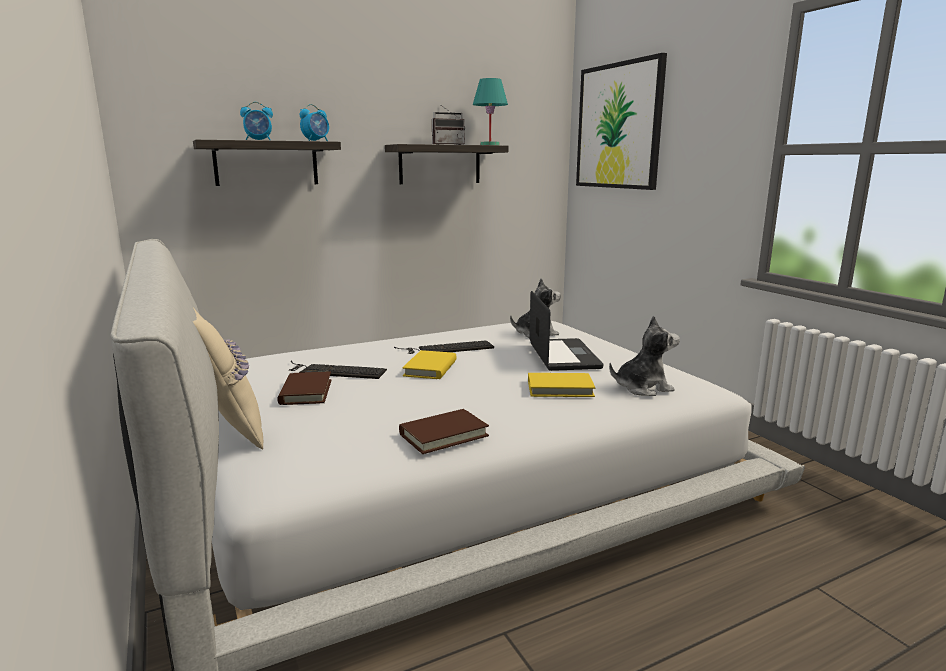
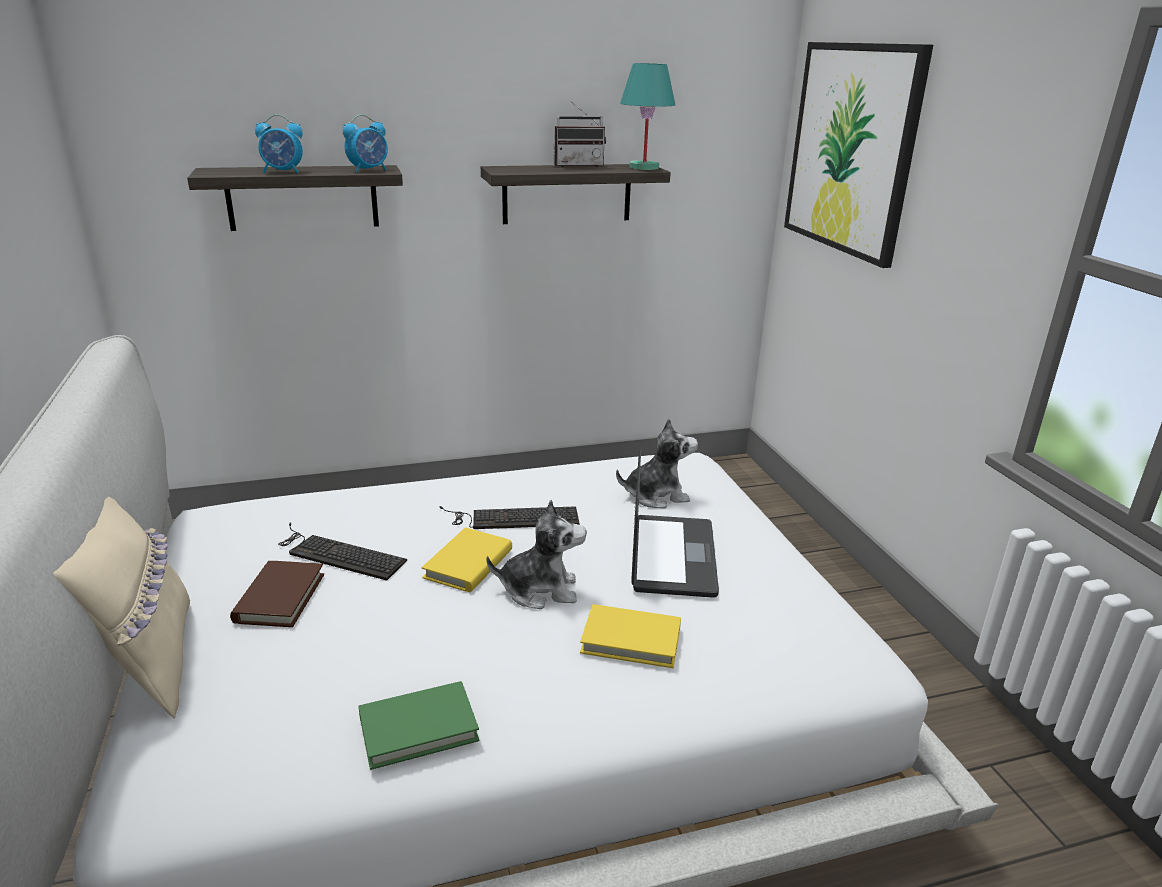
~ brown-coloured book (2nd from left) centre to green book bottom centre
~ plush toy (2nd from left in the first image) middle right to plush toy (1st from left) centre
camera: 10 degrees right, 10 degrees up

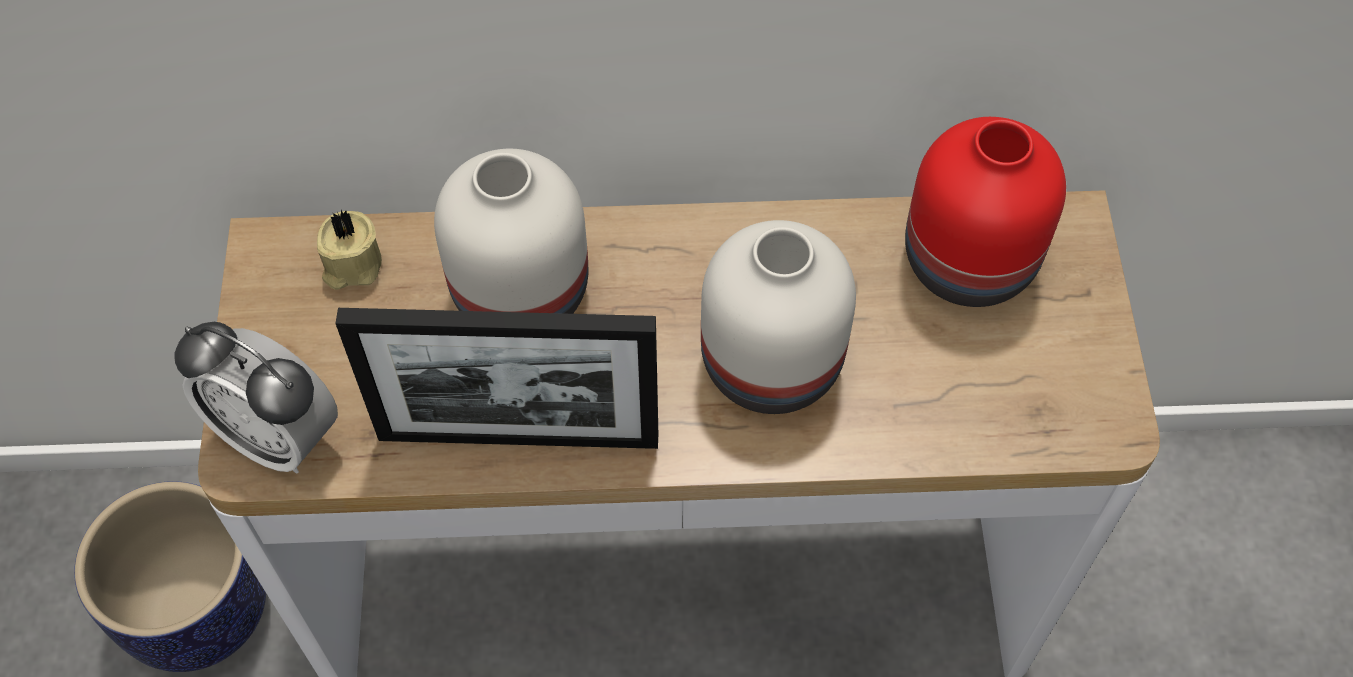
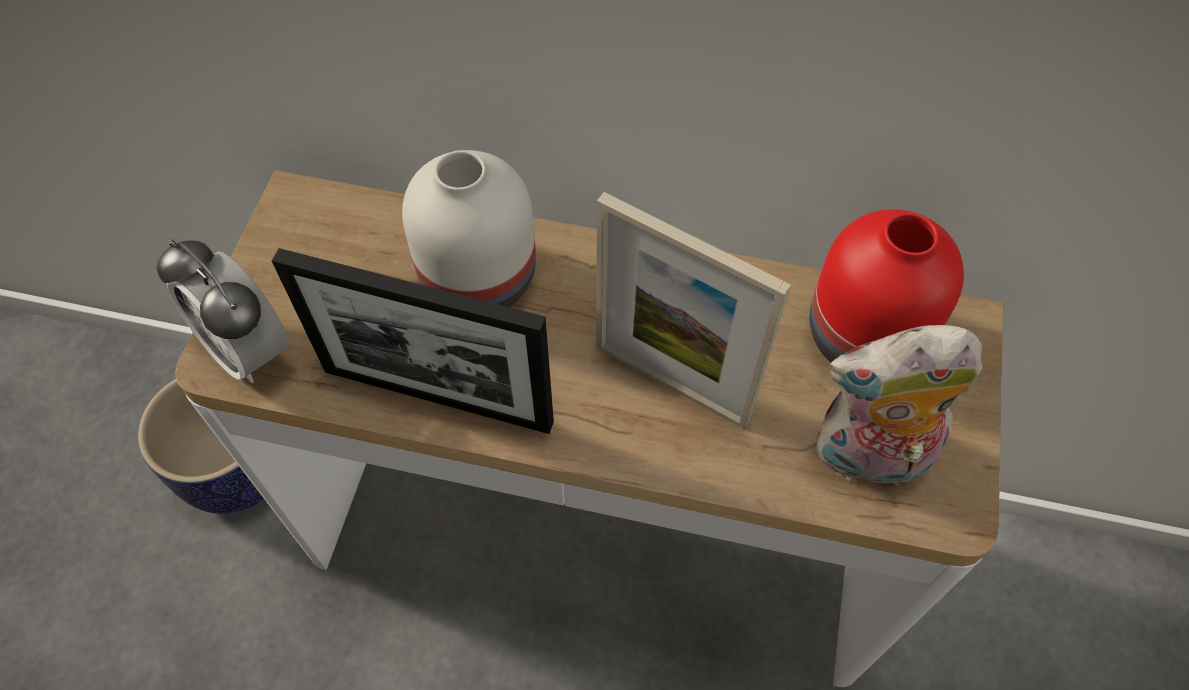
~ whitish decorative vase (2nd from left) centre to standing frame (2nd from left) centre
+ plush toy middle right
- beige wax light middle left
camera: 15 degrees right, 0 degrees up

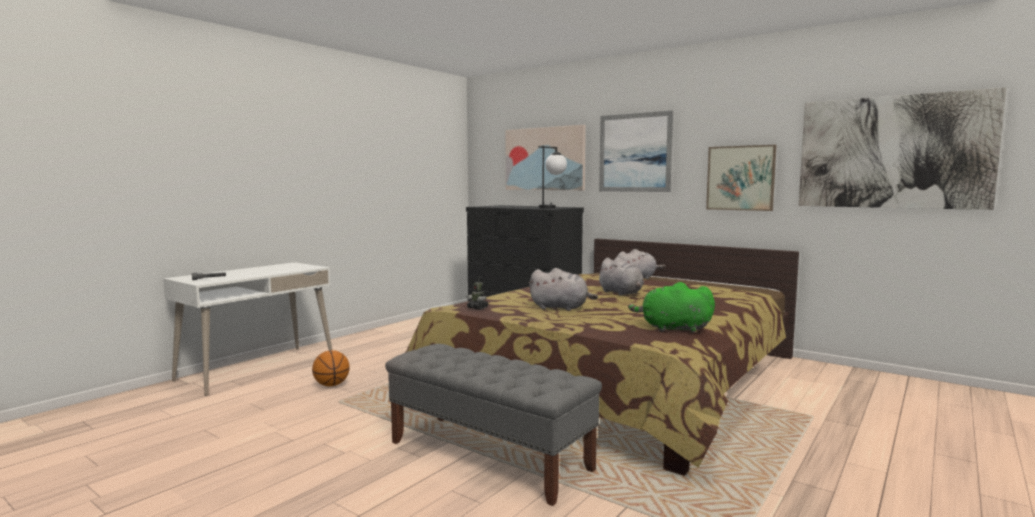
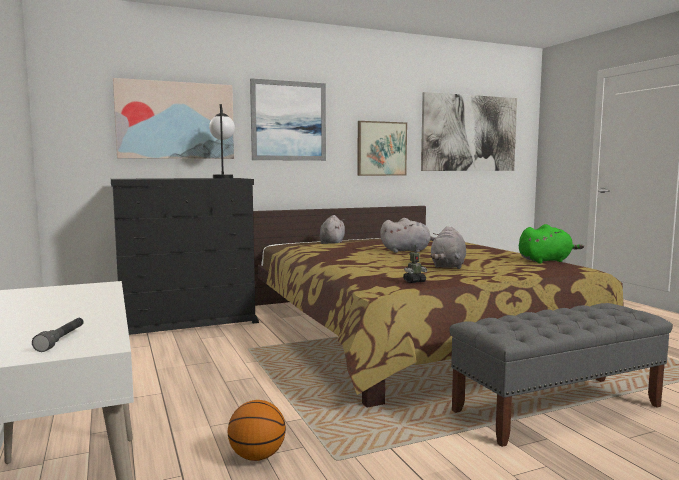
~ greyish plush toy (1st from left in the first image) centre = centre 150 degrees clockwise
~ green plush toy centre = middle right 150 degrees counterclockwise
camera: 60 degrees left, 0 degrees up

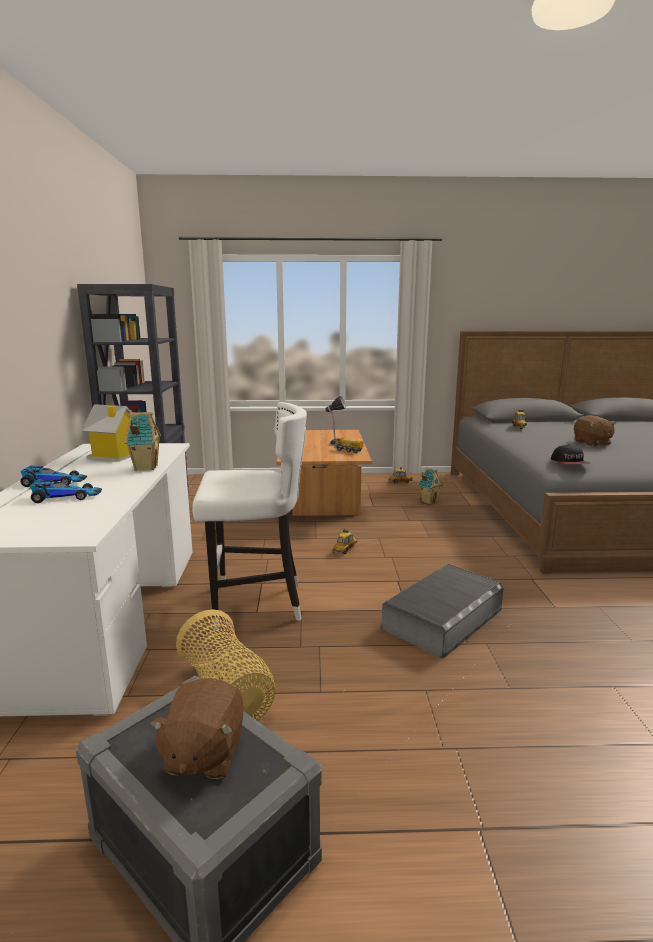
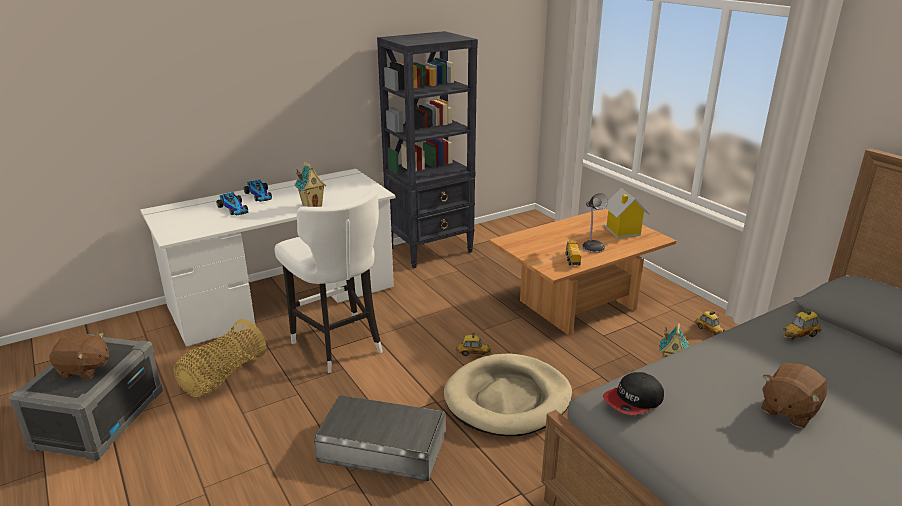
~ brown-coloured plush toy (1st from left) bottom left = bottom left 150 degrees counterclockwise
+ beige dog cushion bottom centre
~ model house (1st from left in the first image) middle left to model house (2nd from left) middle right
camera: 60 degrees right, 10 degrees up

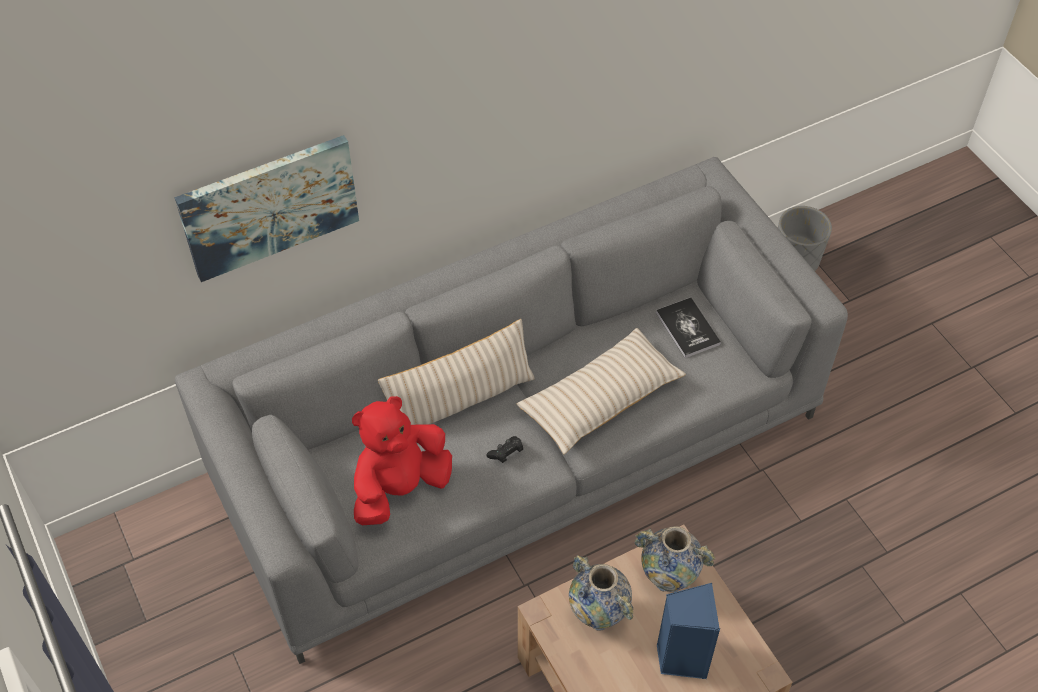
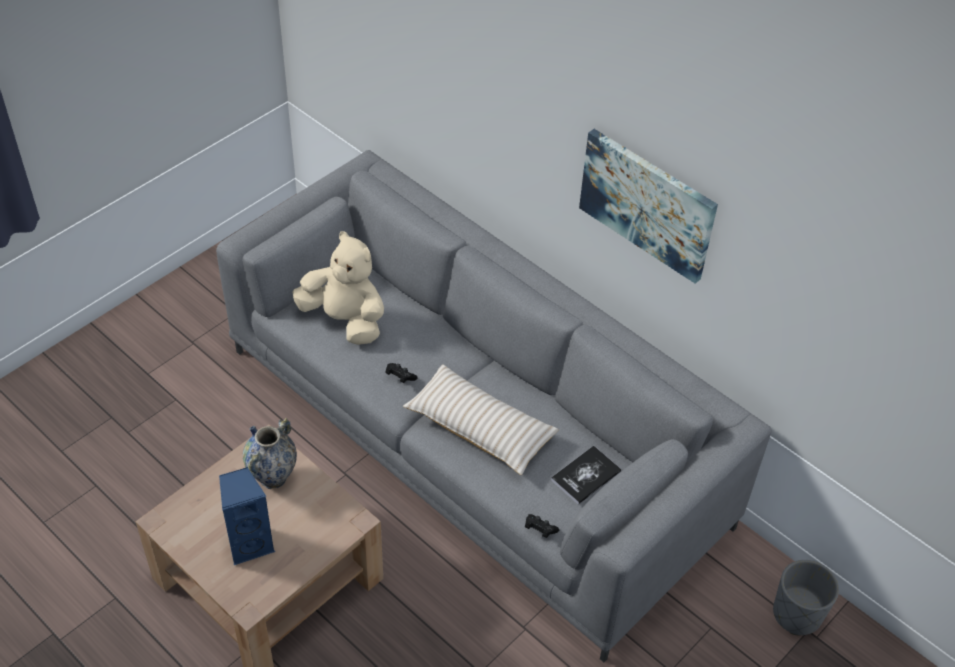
~ red-coloured plush toy centre to beige plush toy centre
+ black joypad (2nd from left) bottom centre
~ picture top left to top right
- beige throw pillow (1st from left) centre
- decorative vase (2nd from left) bottom centre
camera: 70 degrees right, 5 degrees down

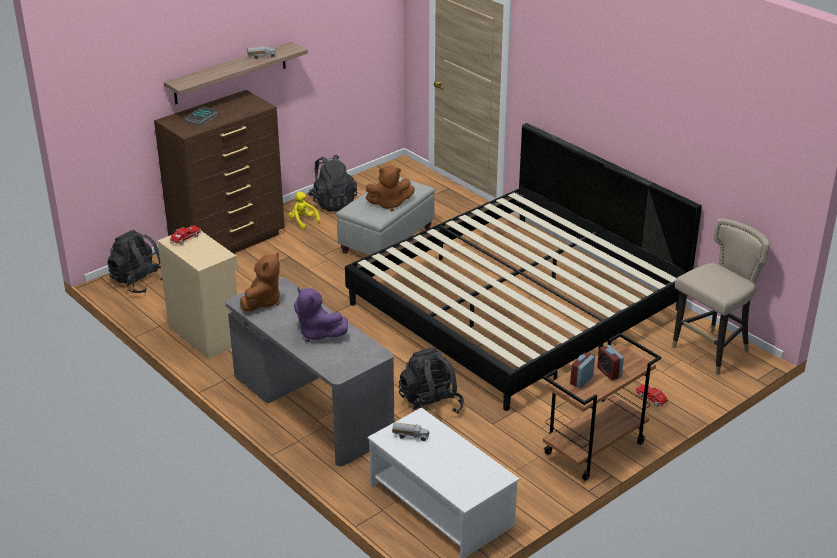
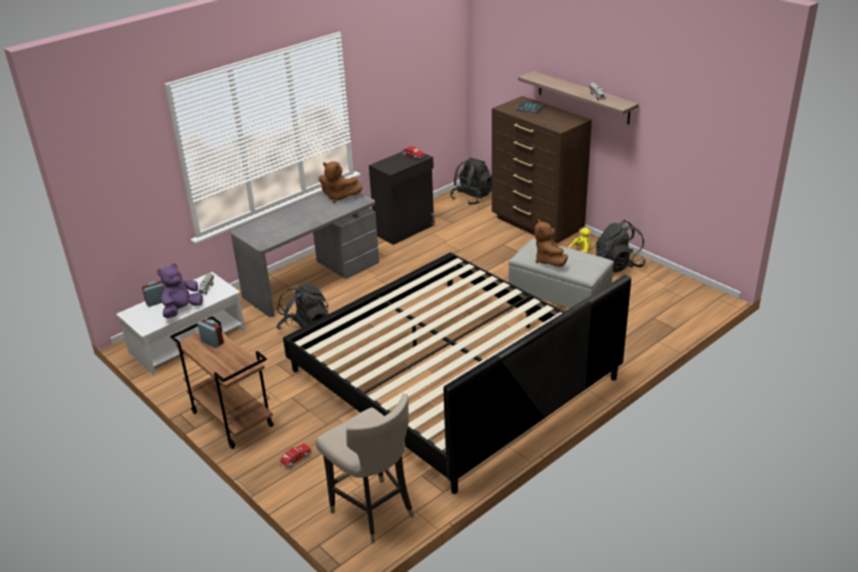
~ table clock (2nd from left in the first image) middle right to table clock (1st from left) middle left
~ purple plush toy centre to middle left
~ beige storage cabinet middle left to black storage cabinet centre
camera: 90 degrees right, 0 degrees up

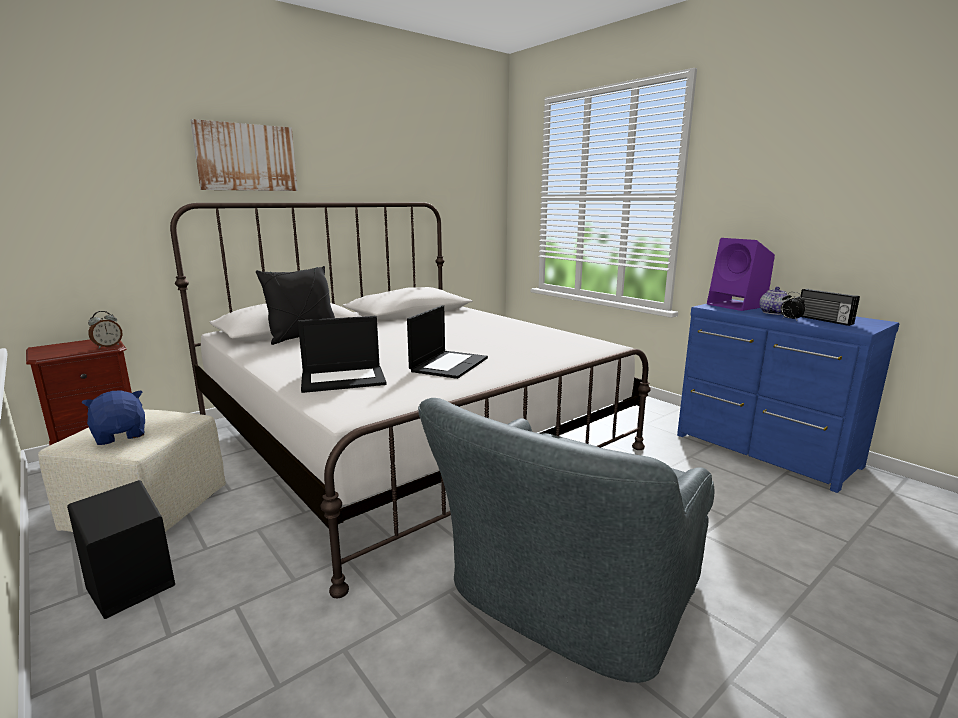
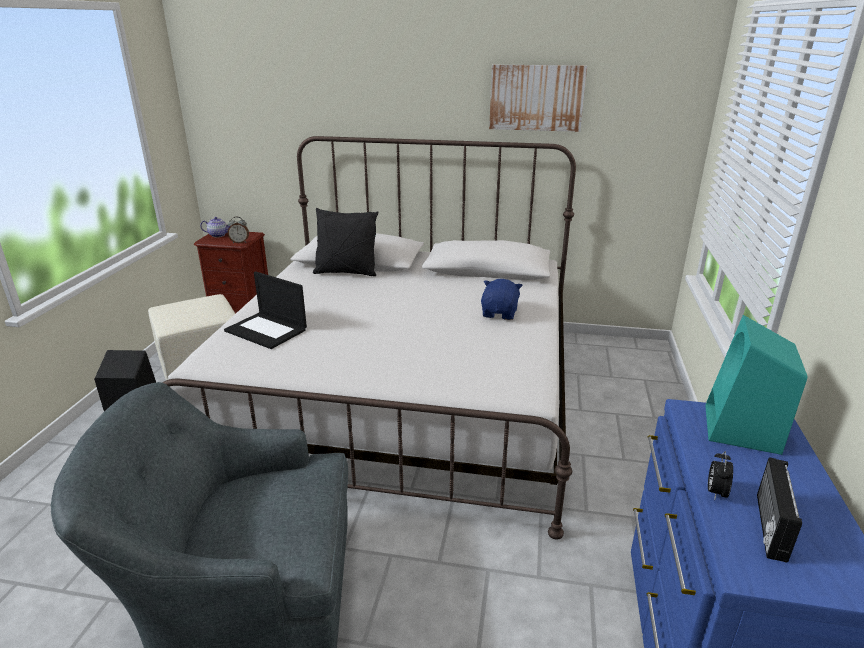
~ tea pot middle right to middle left
~ blue plush toy middle left to centre
~ picture top left to top centre
~ purple audio speaker middle right to turquoise audio speaker middle right
- notebook computer (2nd from left) centre
camera: 50 degrees right, 10 degrees up

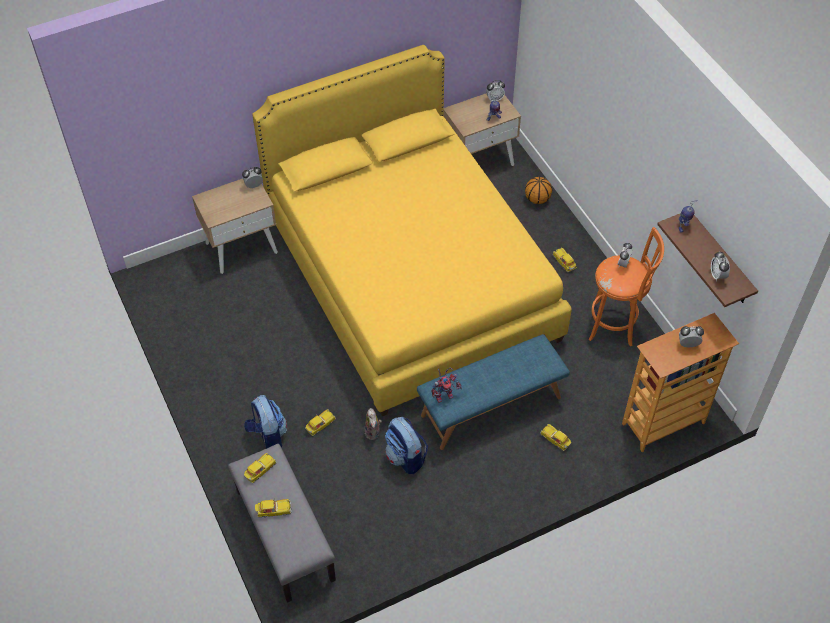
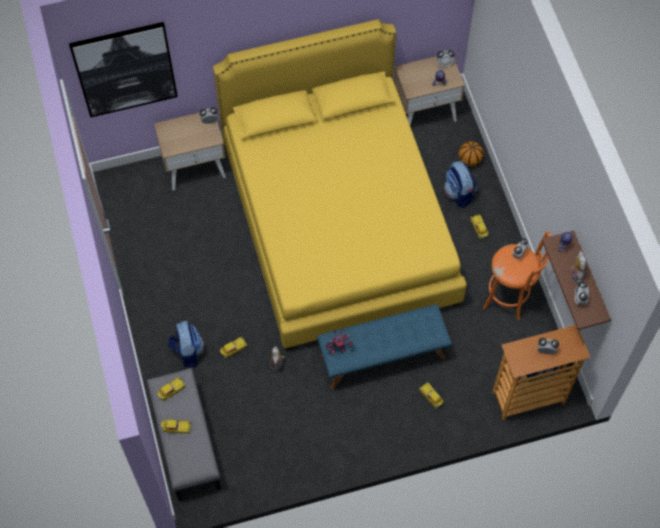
+ picture top left
~ backpack (2nd from left) bottom centre to middle right
+ plush toy (2nd from left) middle right
camera: 10 degrees right, 10 degrees up

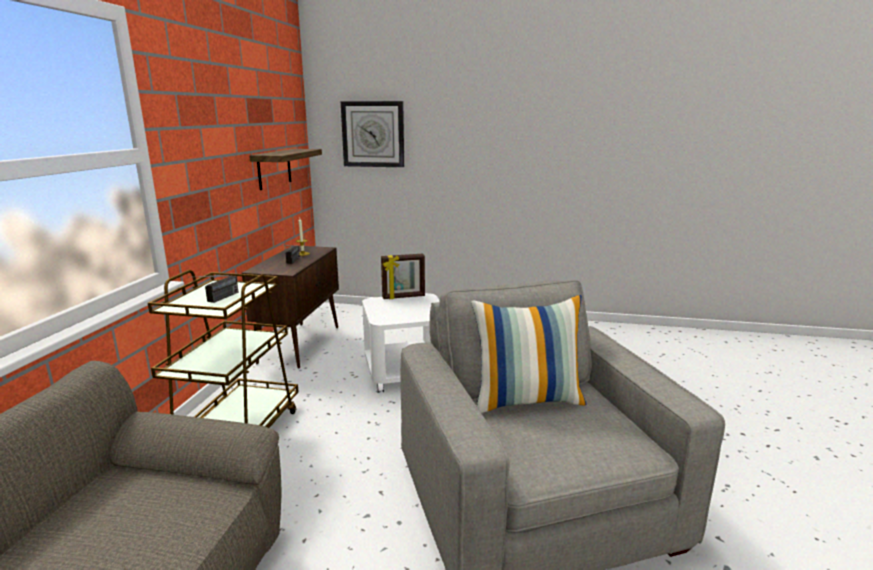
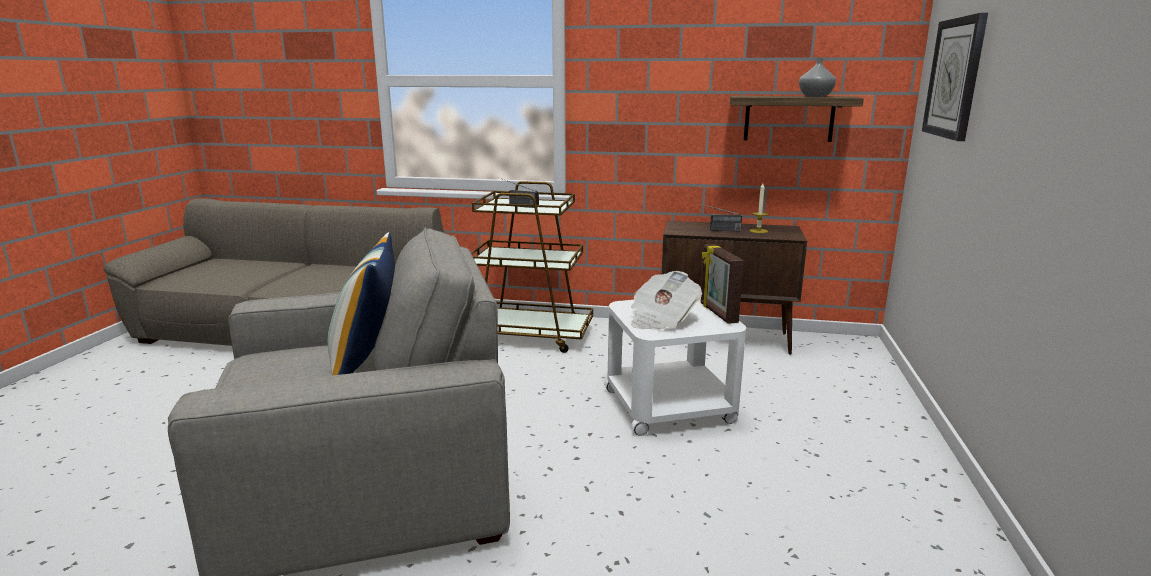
+ daily paper centre
+ greyish decorative vase top right
camera: 90 degrees right, 0 degrees up

